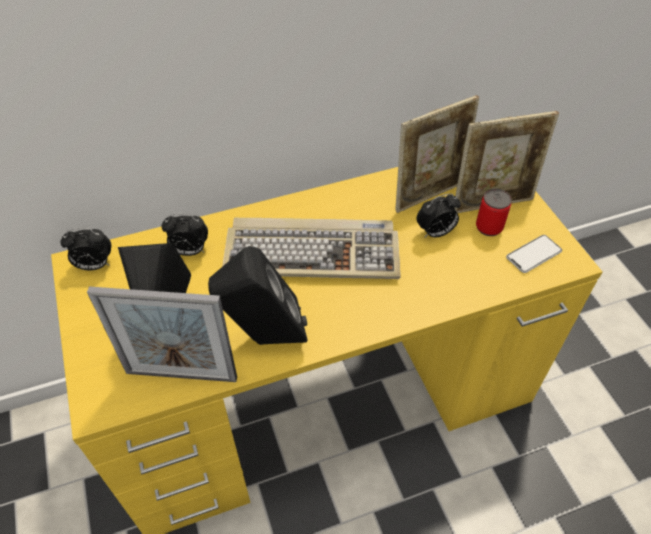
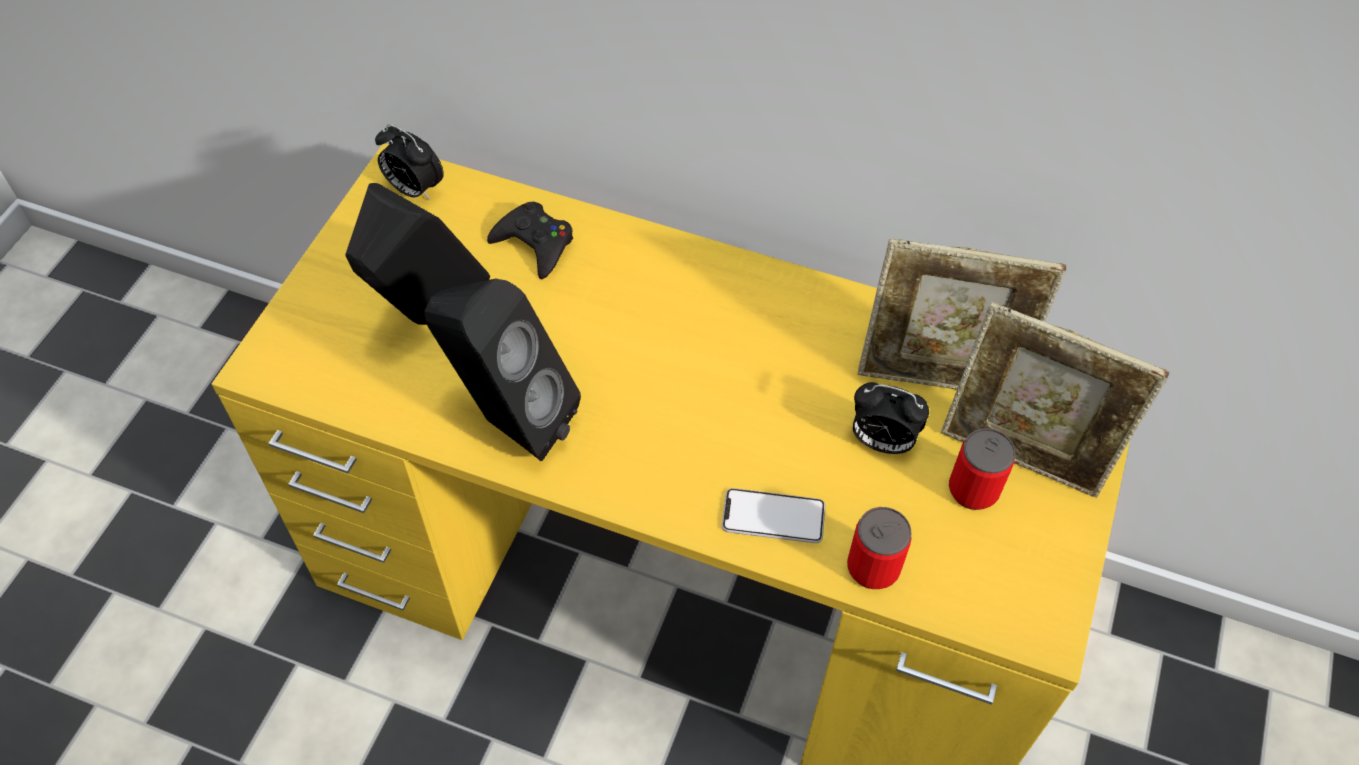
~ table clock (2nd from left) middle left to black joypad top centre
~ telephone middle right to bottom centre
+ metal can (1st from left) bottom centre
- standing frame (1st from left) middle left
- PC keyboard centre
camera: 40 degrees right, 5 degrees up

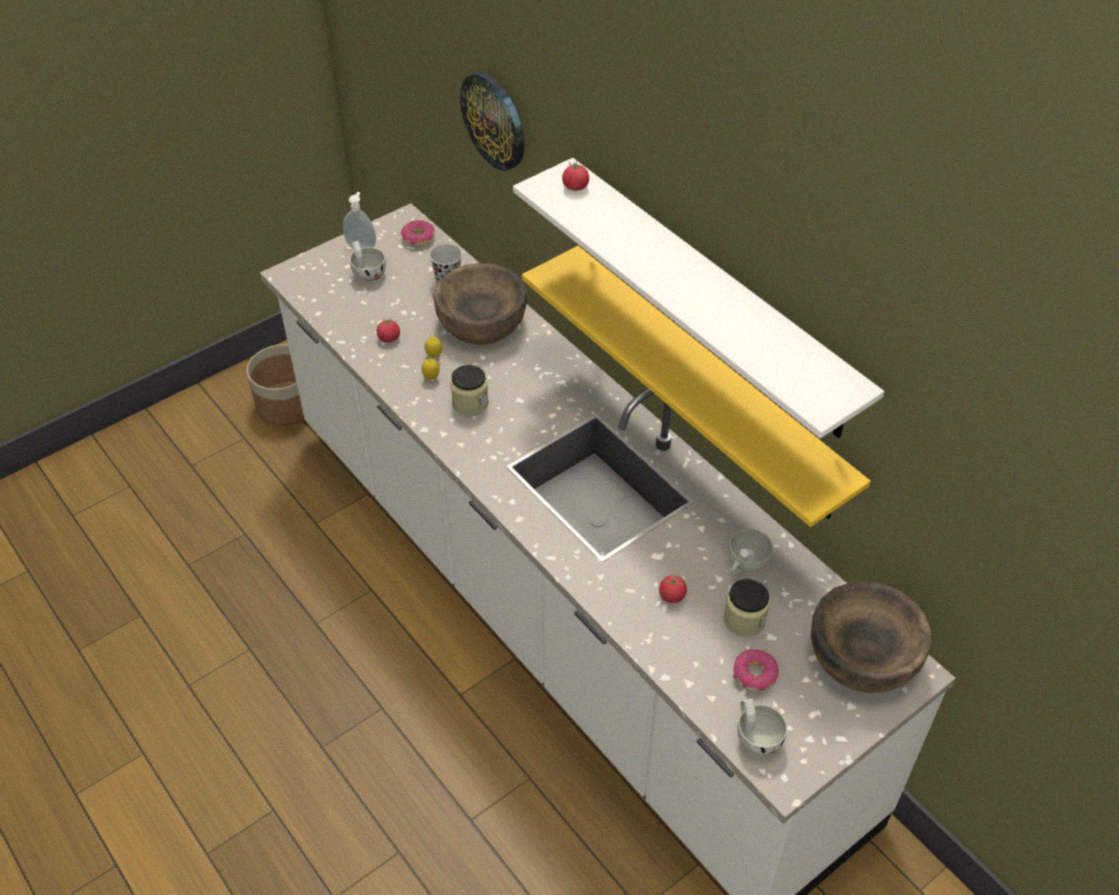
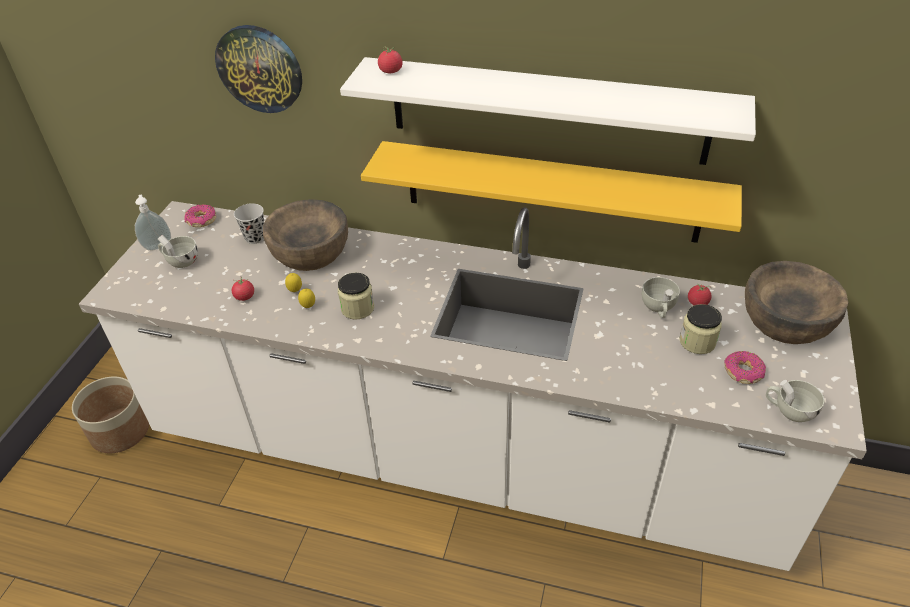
~ tomato (3rd from left) centre to middle right
camera: 35 degrees left, 5 degrees down

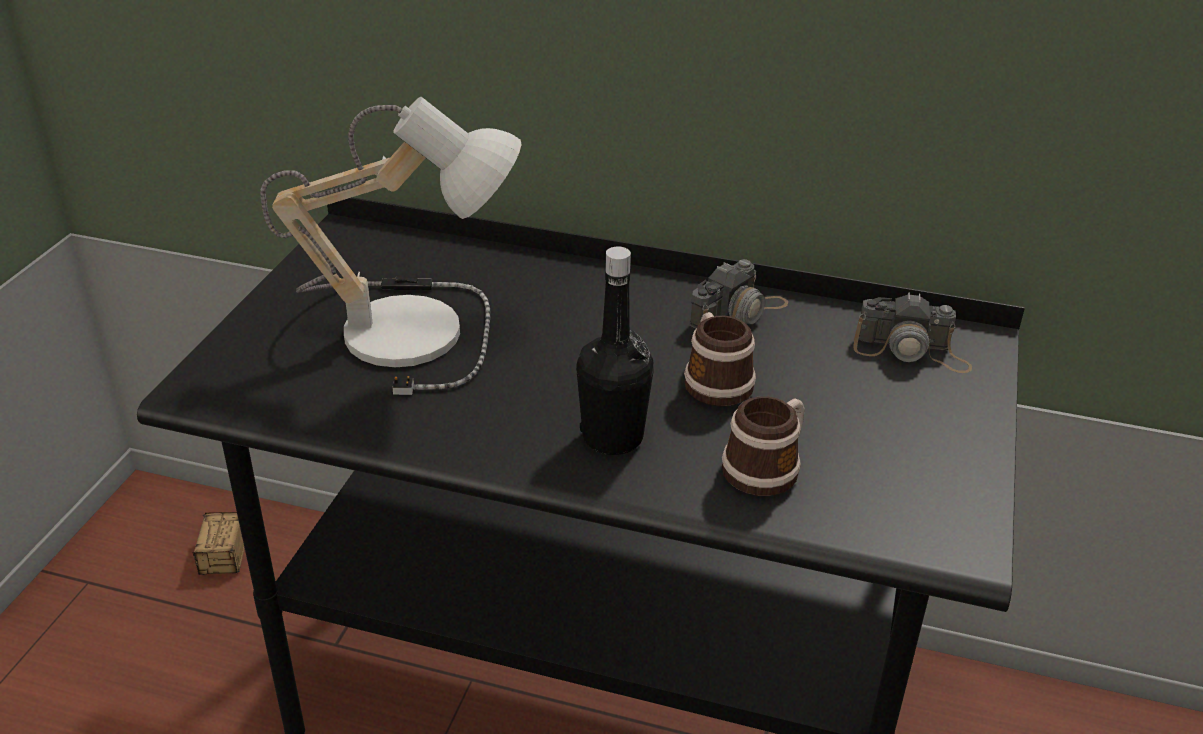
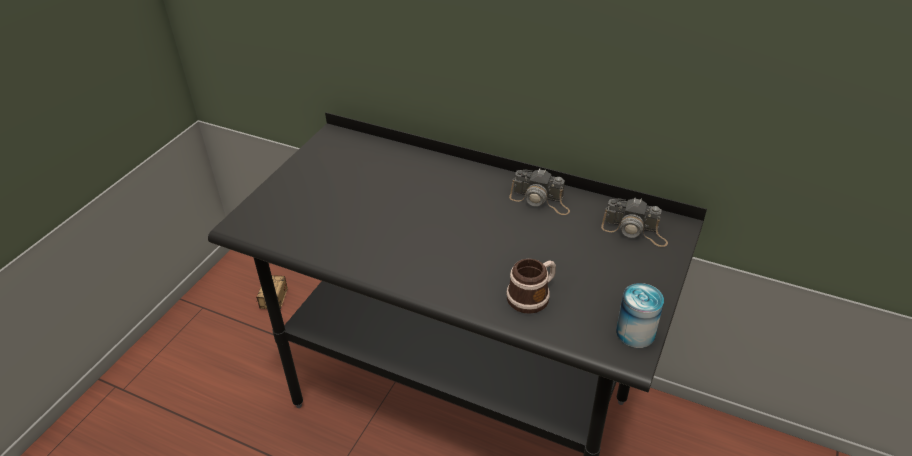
~ still camera (1st from left) centre = centre 60 degrees clockwise
+ metal can bottom right
- tabletop lamp middle left
- black bottle centre
- mug (1st from left) centre
camera: 10 degrees right, 5 degrees up

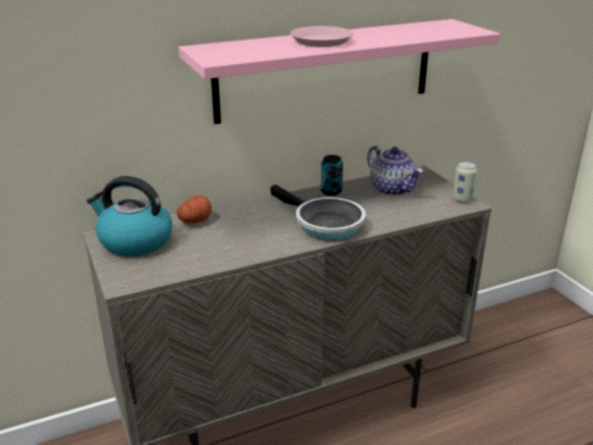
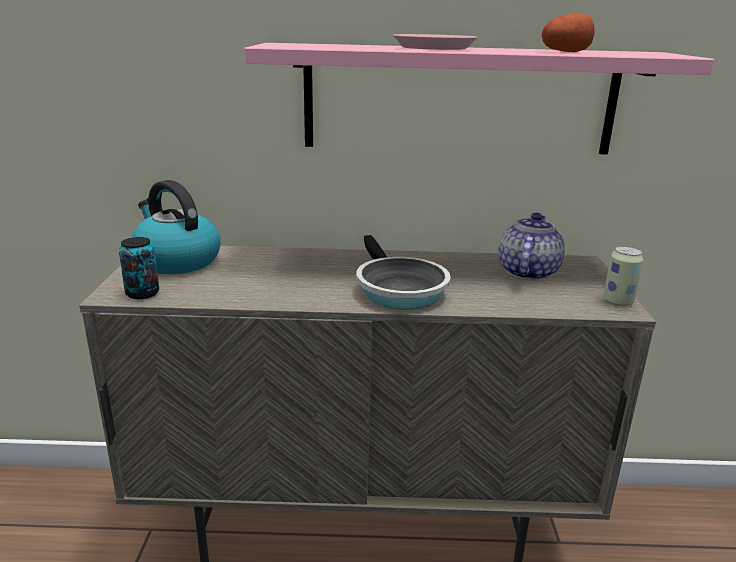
~ metal can (1st from left) centre to middle left
~ tea pot centre = middle right 150 degrees counterclockwise
~ potato middle left to top right
camera: 25 degrees right, 5 degrees down

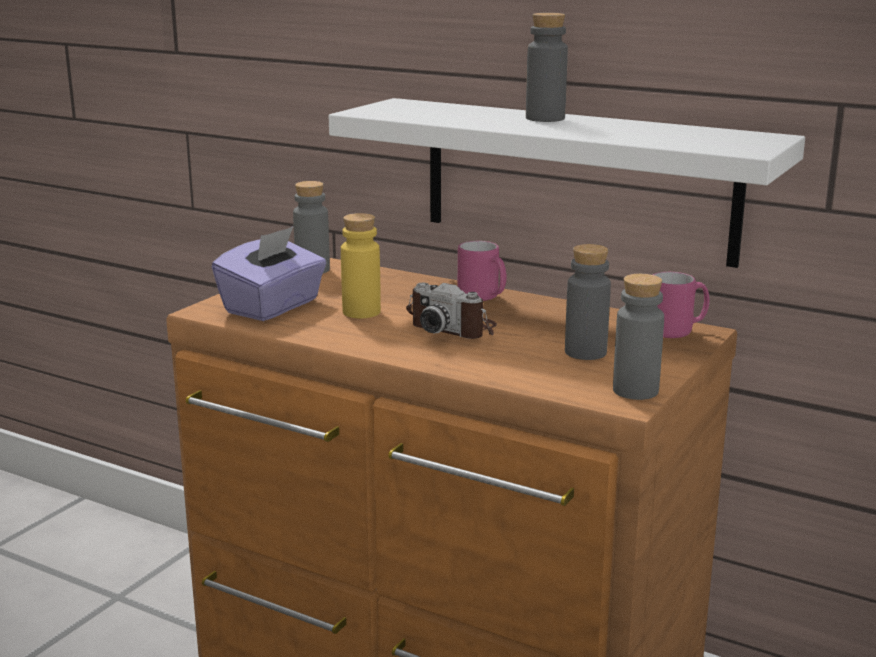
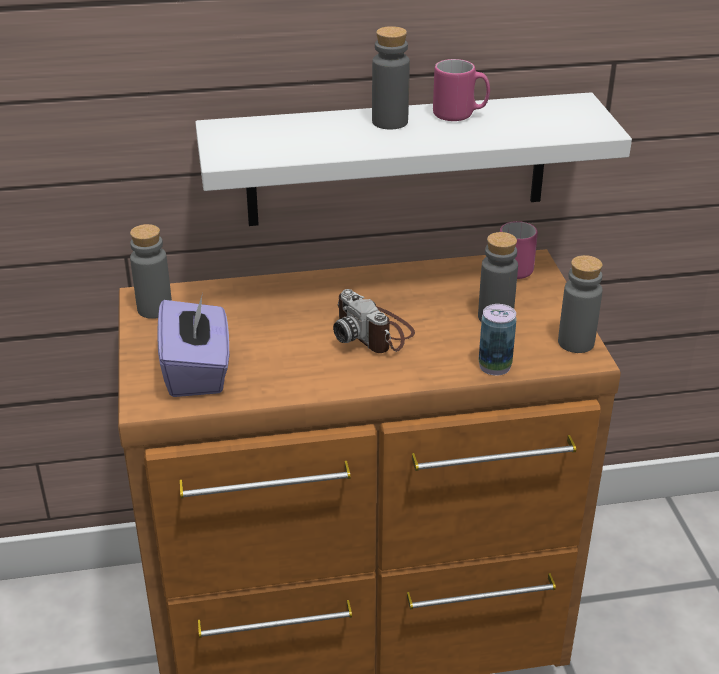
~ still camera centre = centre 60 degrees clockwise
~ pink mug (1st from left) centre to top centre
+ metal can middle right
- yellow-coloured bottle centre
camera: 40 degrees left, 15 degrees up

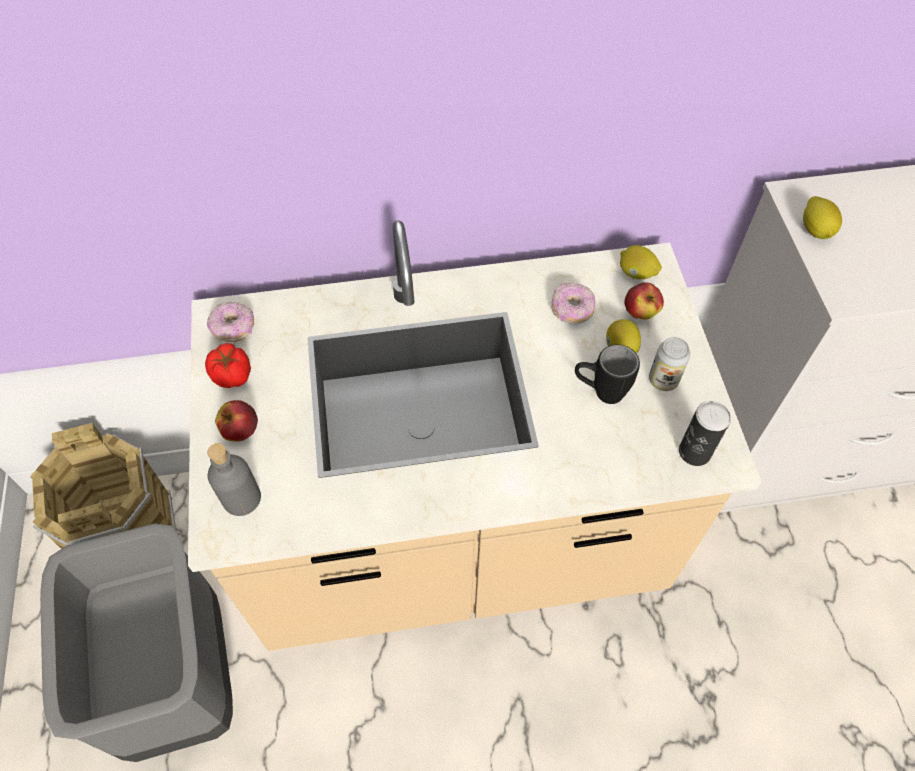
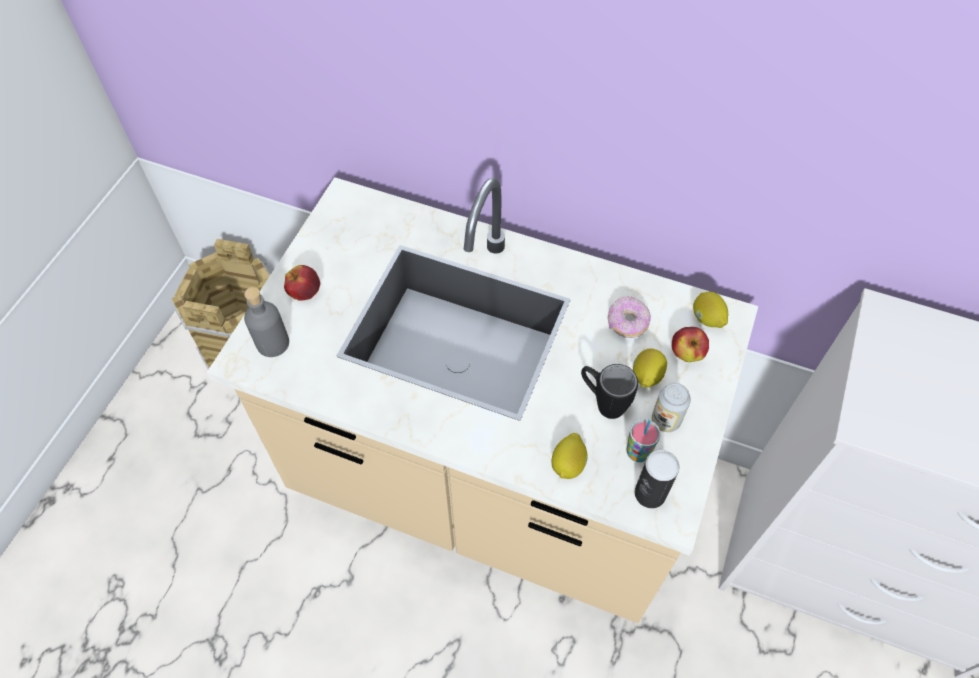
~ lemon (3rd from left in the first image) top right to lemon (1st from left) bottom centre
+ drinking cup centre
- greyish trash can bottom left
- tomato middle left
- donut (1st from left) middle left
camera: 30 degrees right, 0 degrees up

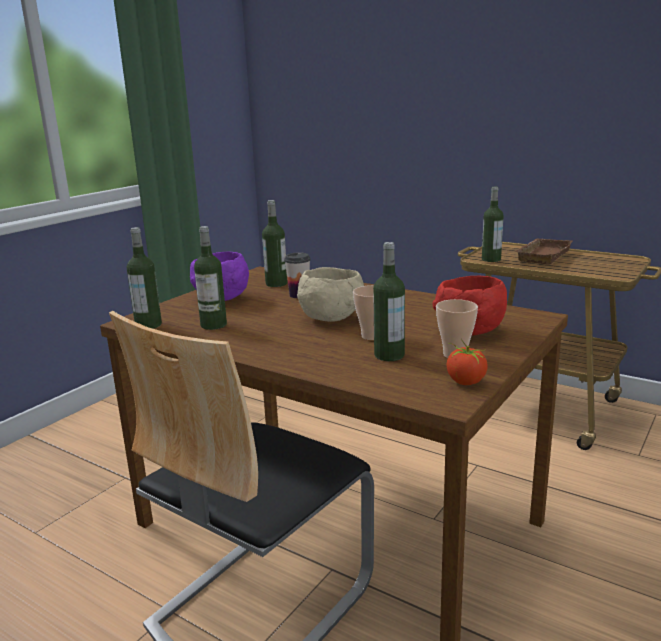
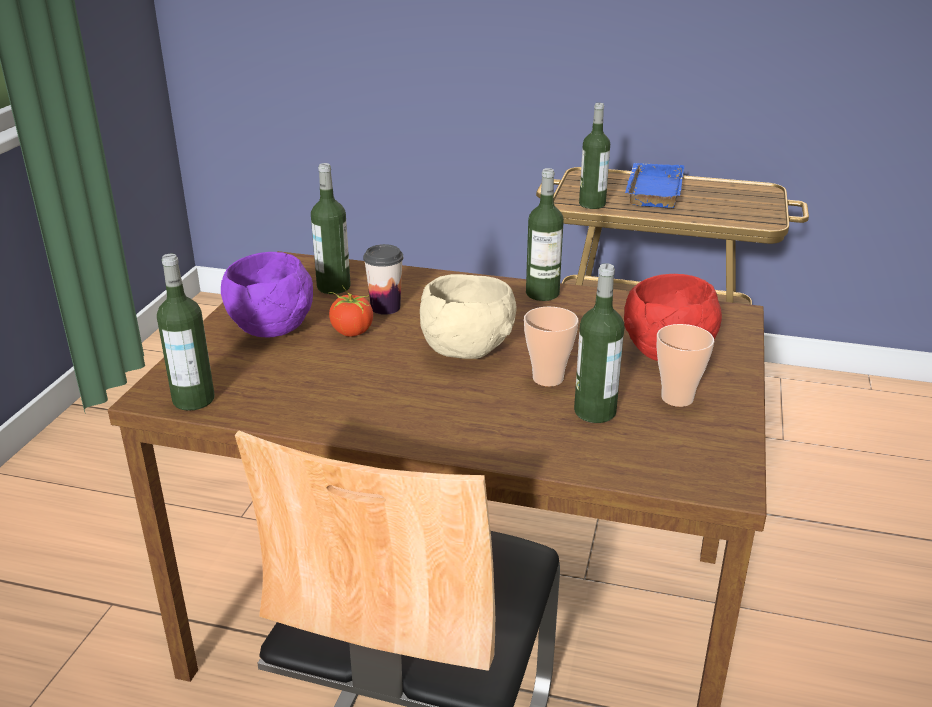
~ tomato middle right to centre
~ bottle (2nd from left in the first image) middle left to bottle (3rd from left) top centre
~ brown-coloured tray middle right to blue tray top right
camera: 20 degrees left, 10 degrees up

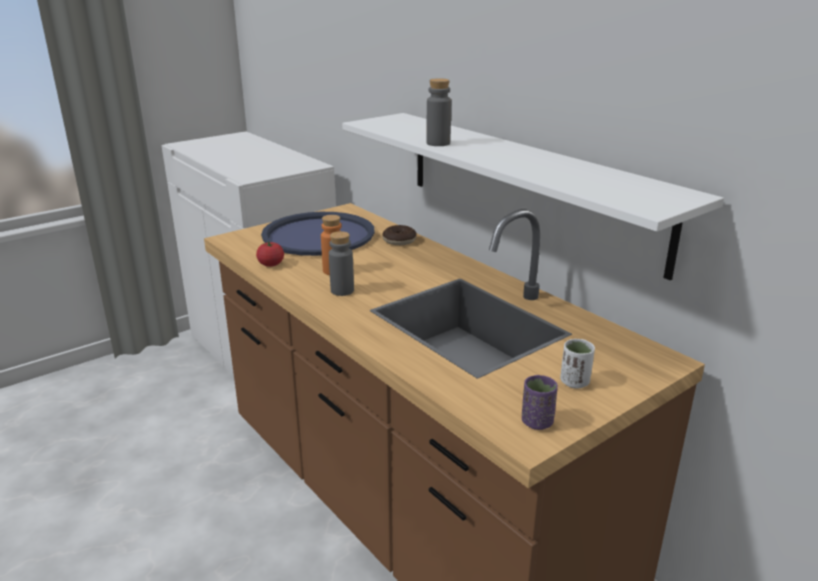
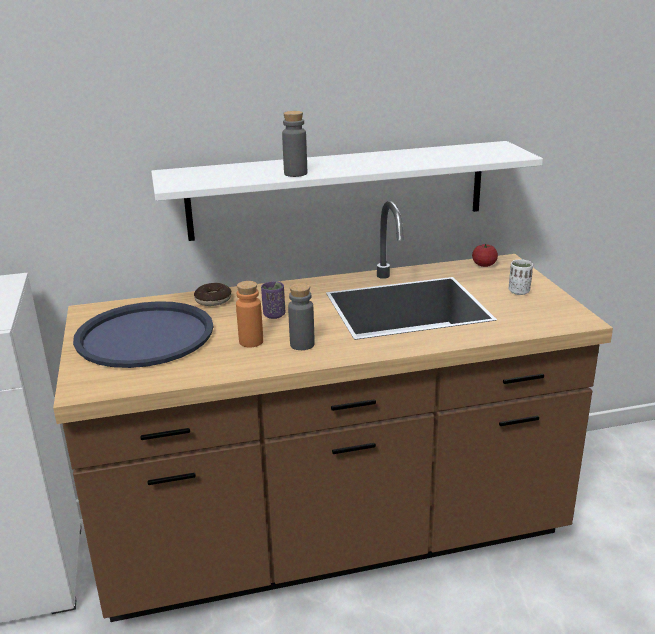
~ purple drinking cup bottom centre to centre
~ tomato middle left to middle right
camera: 65 degrees left, 0 degrees up

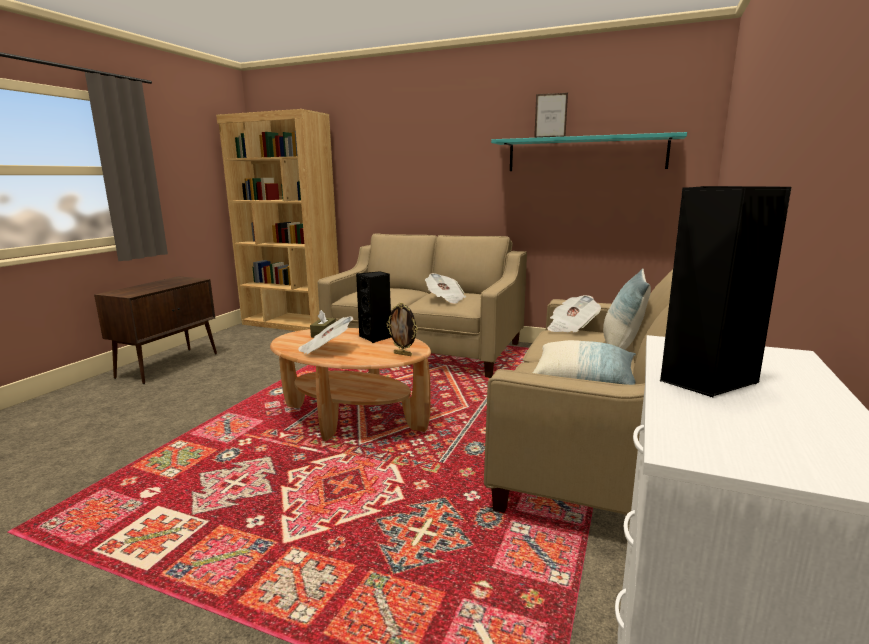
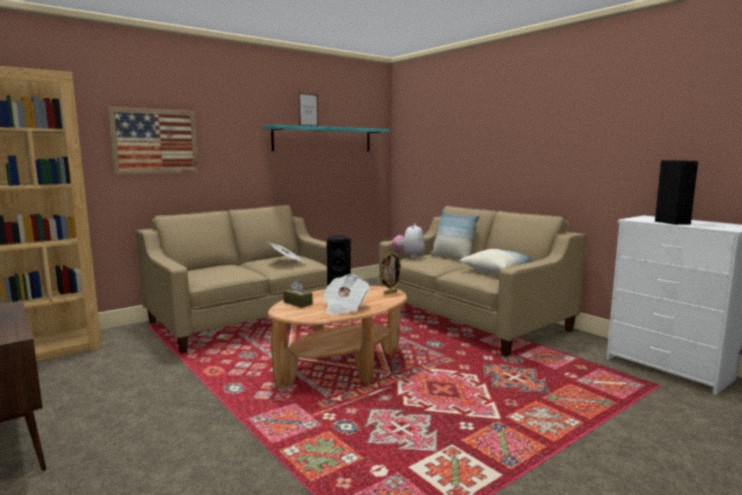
+ picture top left
~ daily paper (3rd from left) centre to plush toy centre
camera: 60 degrees left, 5 degrees down

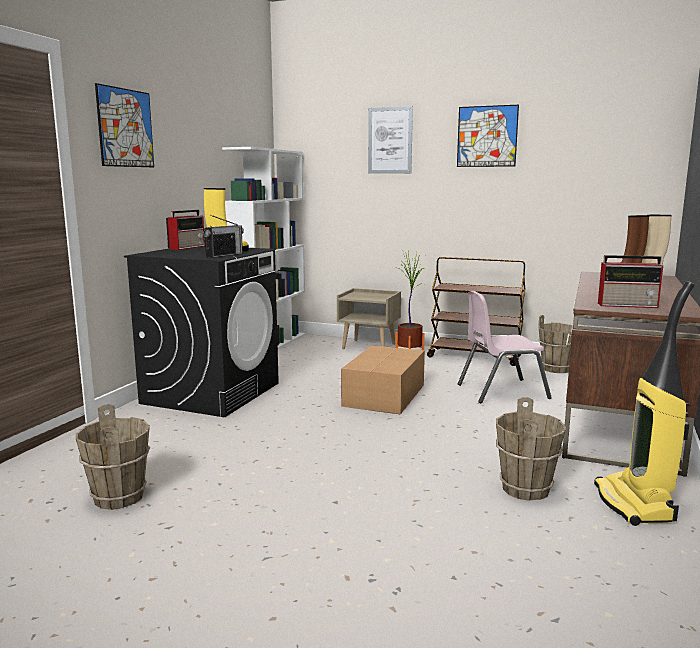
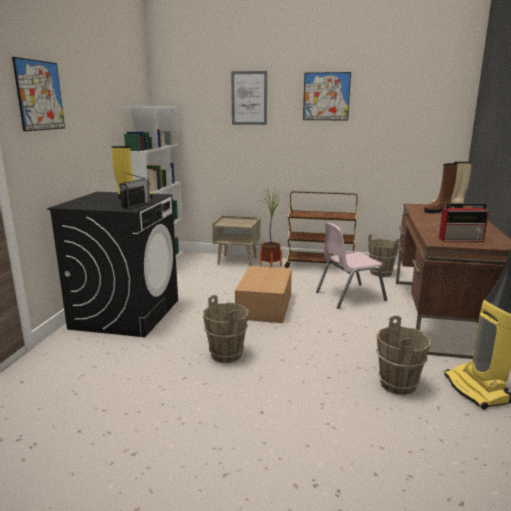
~ brown-coloured pail (1st from left) bottom left to centre
- radio set (1st from left) middle left
camera: 10 degrees left, 5 degrees up

